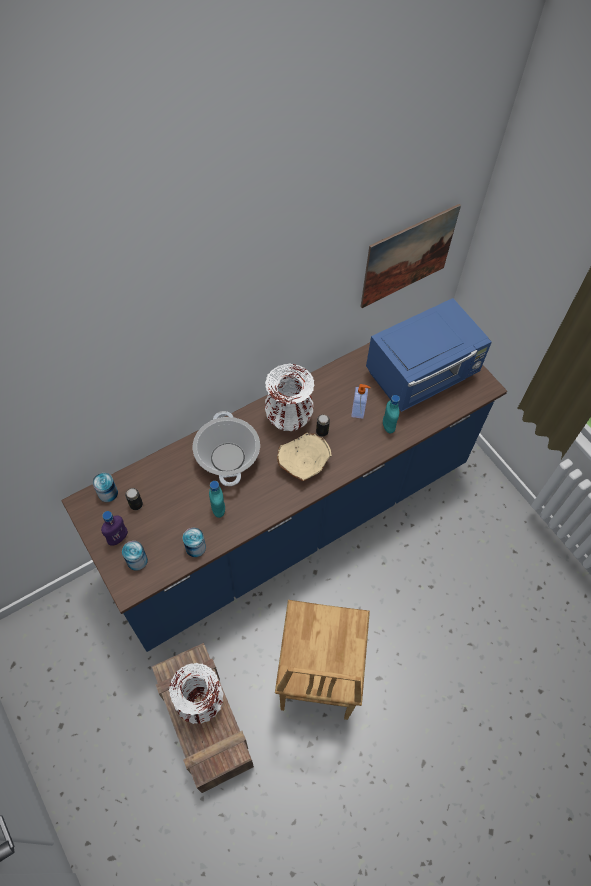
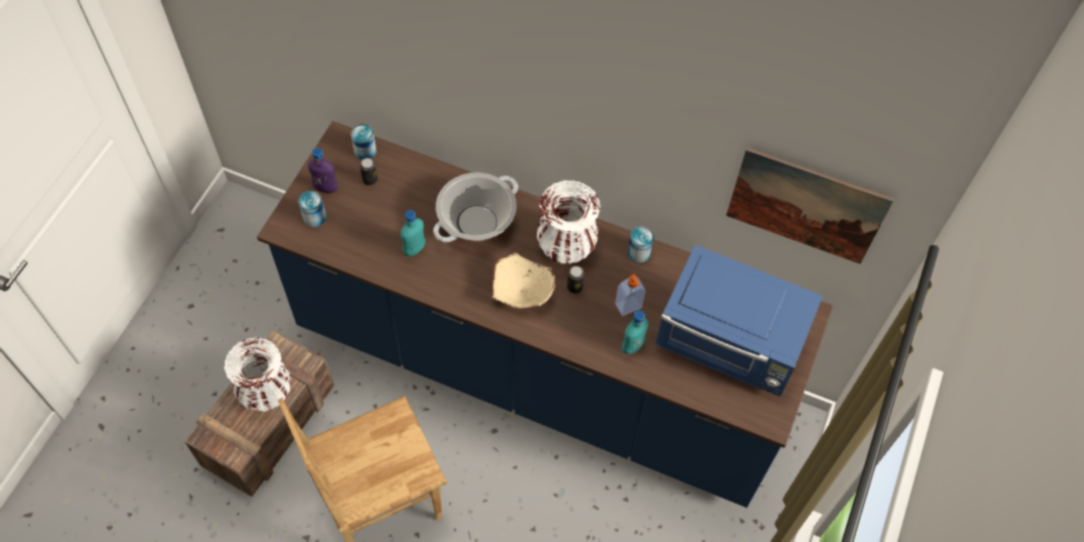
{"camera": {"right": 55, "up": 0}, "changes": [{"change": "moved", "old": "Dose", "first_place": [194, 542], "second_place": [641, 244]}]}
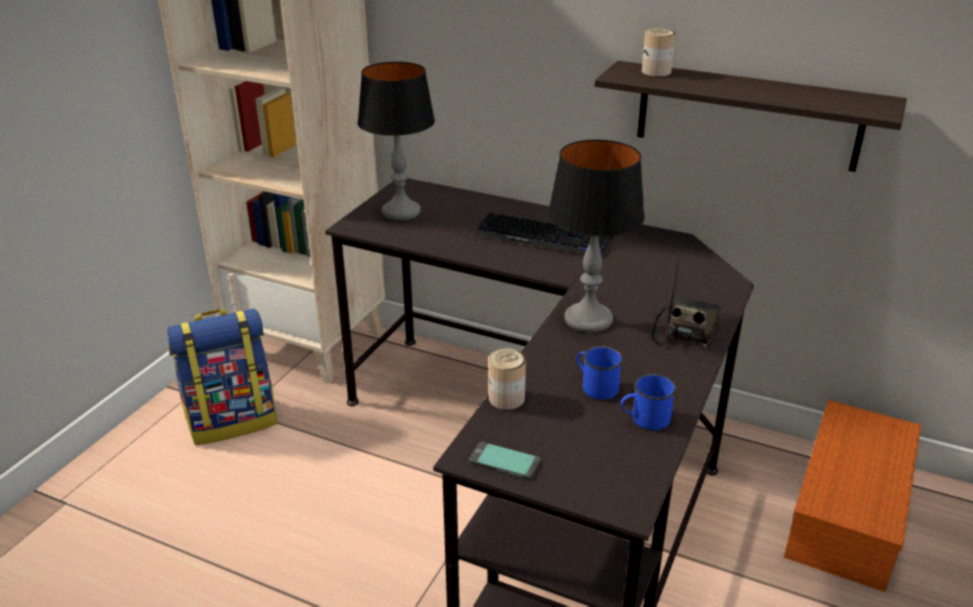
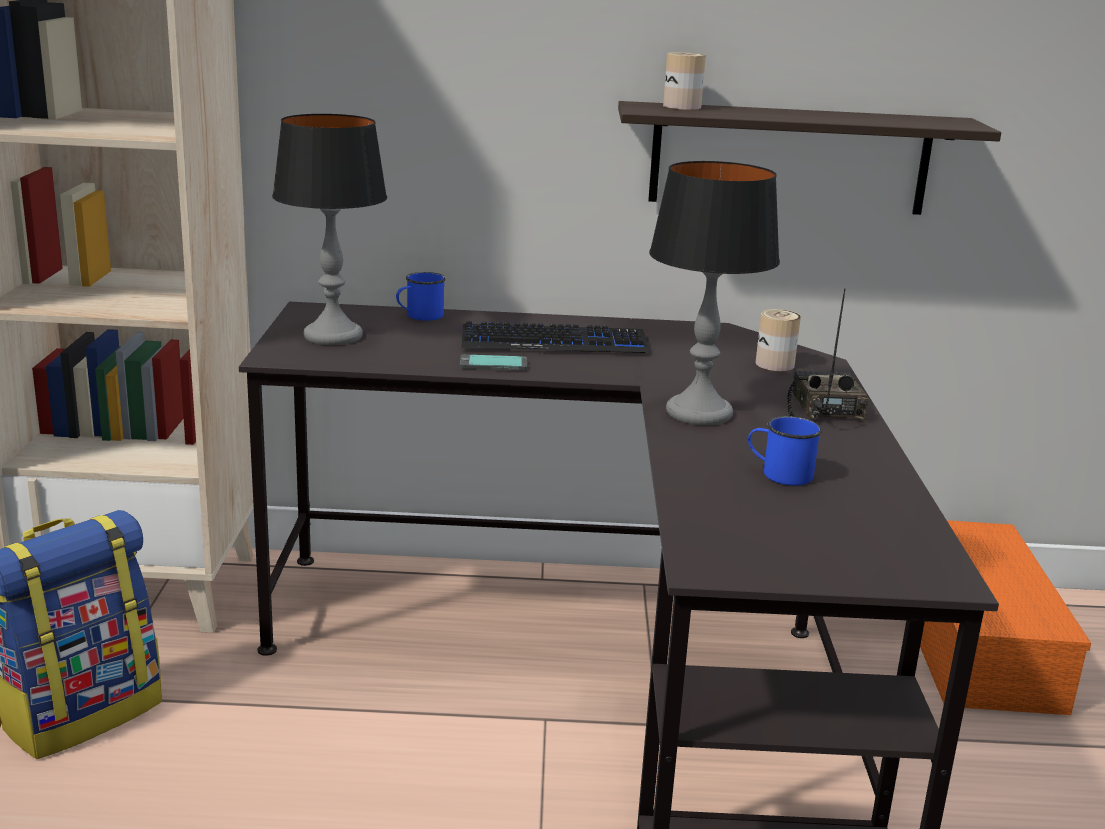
{"camera": {"right": -25, "up": -10}, "changes": [{"change": "moved", "old": "Dose", "first_place": [507, 379], "second_place": [778, 340]}, {"change": "moved", "old": "Henkelbecher (blau)", "first_place": [649, 402], "second_place": [421, 296]}, {"change": "moved", "old": "Handy", "first_place": [504, 461], "second_place": [493, 362]}]}
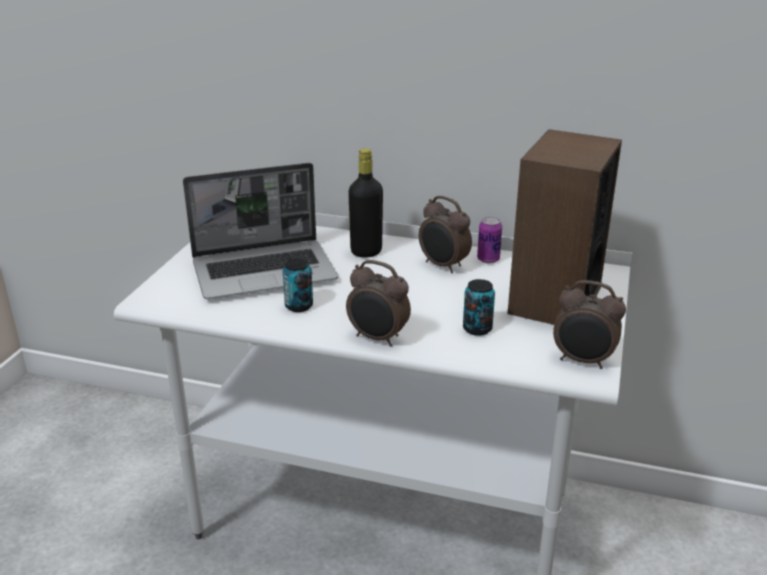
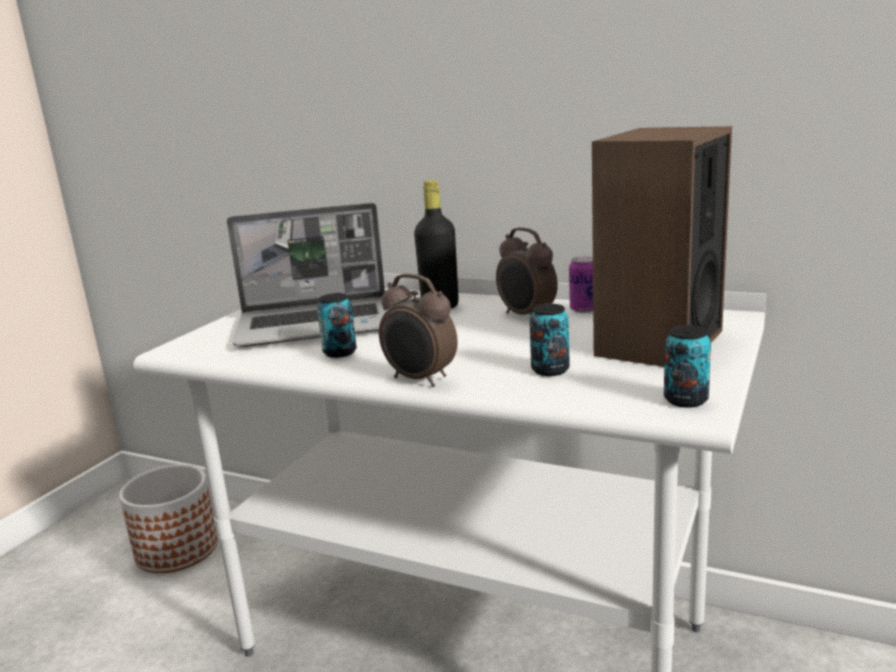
{"camera": {"right": 10, "up": -10}, "changes": [{"change": "replaced", "old": "Wecker", "new": "Dose", "first_place": [589, 324], "second_place": [687, 366]}, {"change": "added", "new": "Pflanzkübel", "second_place": [168, 518]}]}
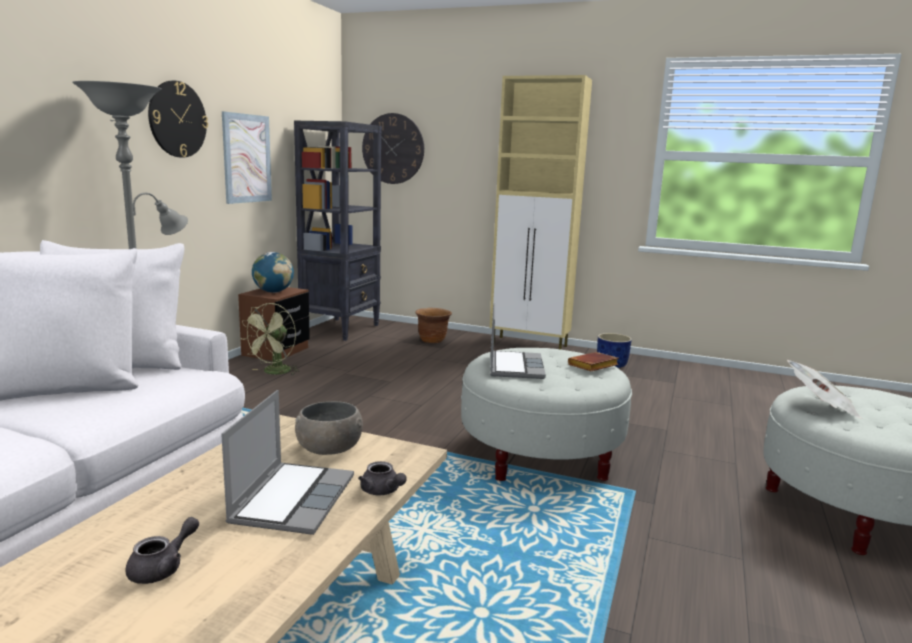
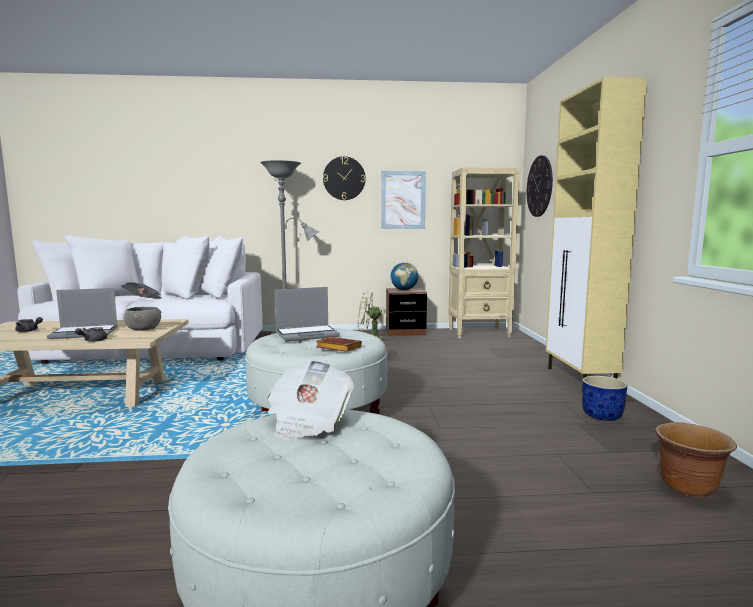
{"camera": {"right": 65, "up": -5}, "changes": [{"change": "recoloured", "old": "Bücherregal (schwarz)", "new": "Bücherregal (beige)", "first_place": [338, 231], "second_place": [484, 252]}, {"change": "moved", "old": "Pflanzkübel (braun)", "first_place": [433, 325], "second_place": [696, 459]}, {"change": "added", "new": "Zeitung", "second_place": [141, 290]}]}
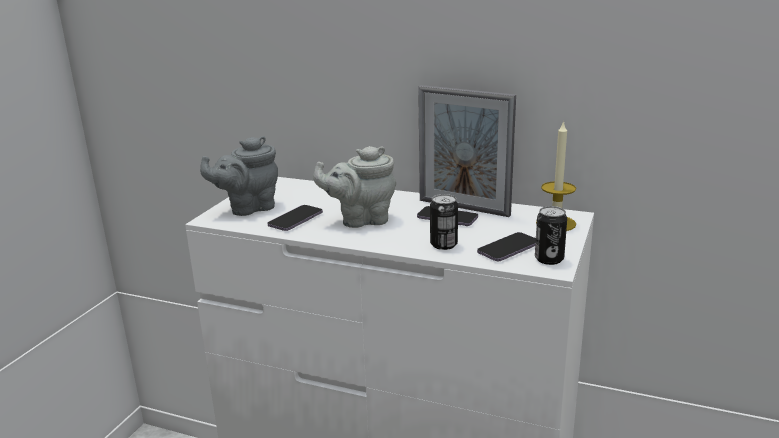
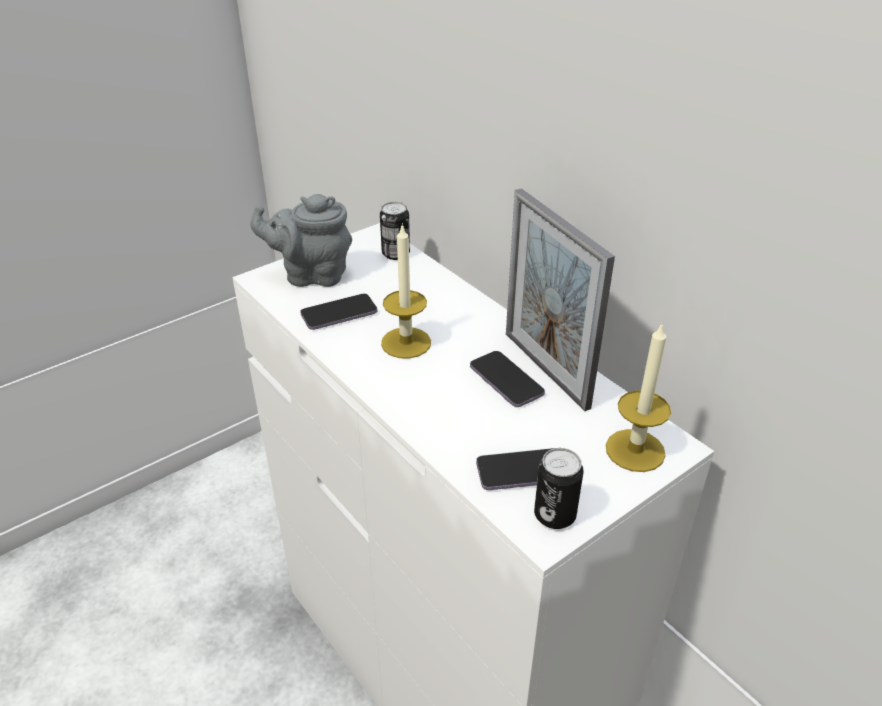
{"camera": {"right": 30, "up": 15}, "changes": [{"change": "replaced", "old": "Teekanne (grau)", "new": "Kerze", "first_place": [354, 187], "second_place": [406, 291]}, {"change": "moved", "old": "Dose", "first_place": [444, 222], "second_place": [395, 231]}]}
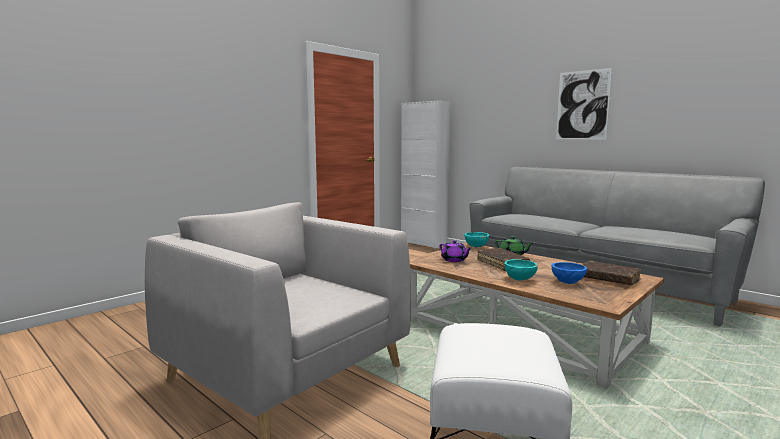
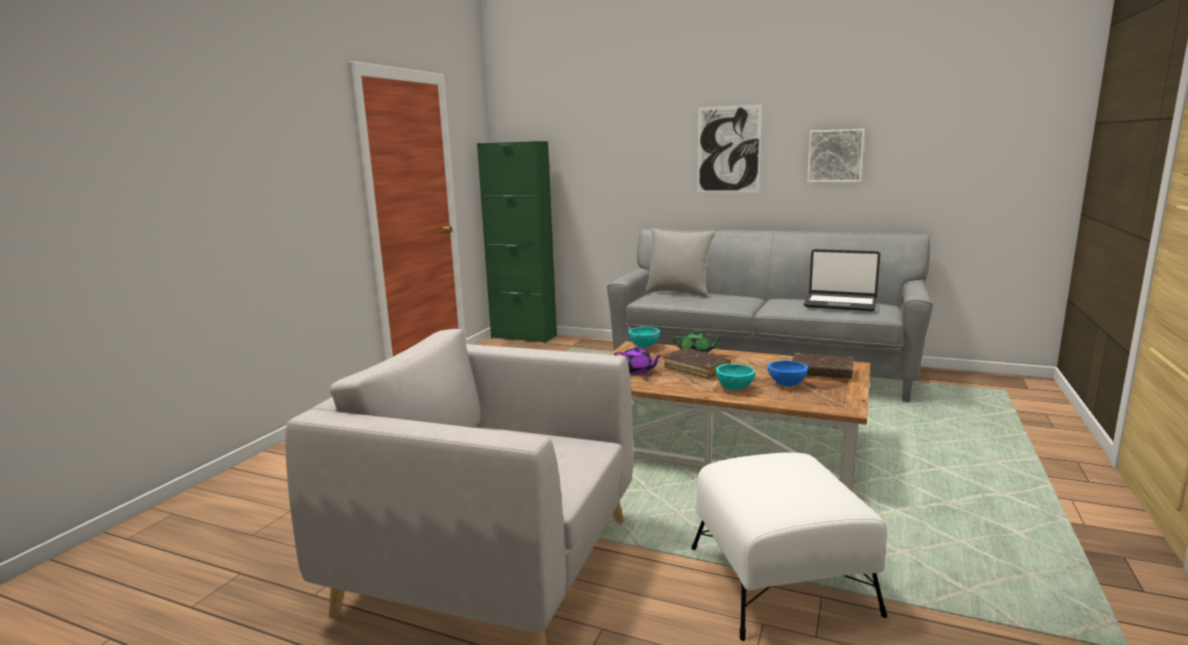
{"camera": {"right": -20, "up": 5}, "changes": [{"change": "recoloured", "old": "Schrank (weiß)", "new": "Schrank (grün)", "first_place": [425, 174], "second_place": [517, 242]}, {"change": "added", "new": "Bild", "second_place": [836, 156]}, {"change": "added", "new": "Kissen (grau)", "second_place": [680, 262]}, {"change": "added", "new": "Laptop", "second_place": [842, 280]}]}
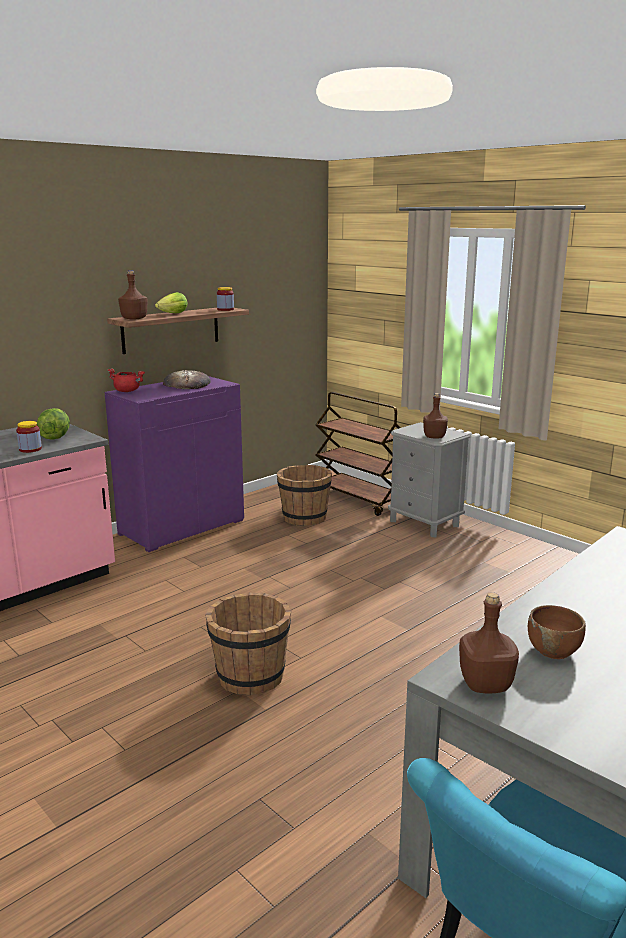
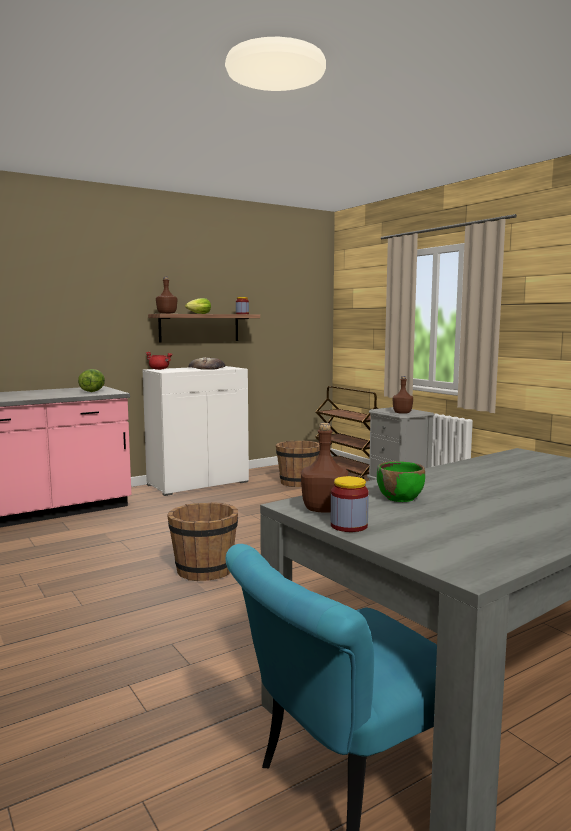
{"camera": {"right": 10, "up": -10}, "changes": [{"change": "recoloured", "old": "Schrank (lila)", "new": "Schrank (weiß)", "first_place": [174, 464], "second_place": [196, 431]}, {"change": "moved", "old": "Vorratsglas", "first_place": [29, 437], "second_place": [350, 504]}, {"change": "recoloured", "old": "Schüssel (braun)", "new": "Schüssel (grün)", "first_place": [557, 632], "second_place": [401, 481]}]}
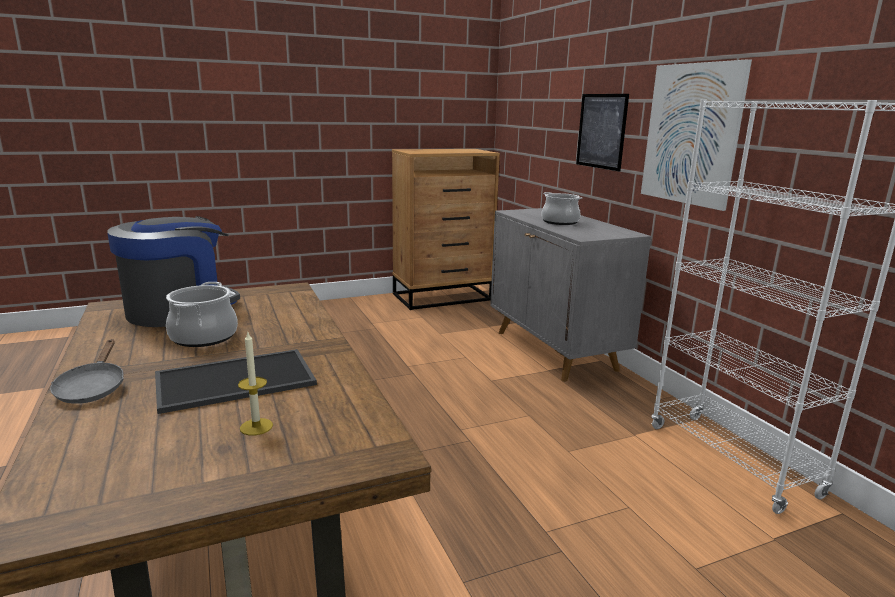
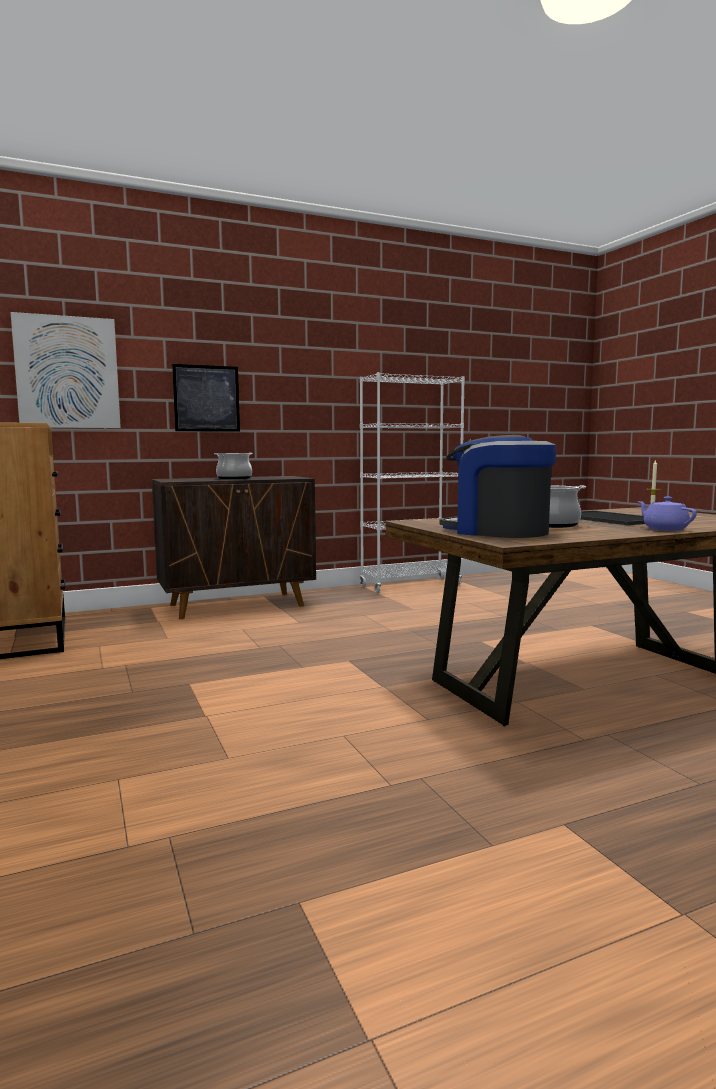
{"camera": {"right": -90, "up": -10}, "changes": [{"change": "moved", "old": "Bild", "first_place": [696, 135], "second_place": [66, 370]}, {"change": "recoloured", "old": "Schrank (grau)", "new": "Schrank (braun)", "first_place": [571, 295], "second_place": [234, 547]}, {"change": "replaced", "old": "Pfanne (grau)", "new": "Teekanne (lila)", "first_place": [87, 371], "second_place": [667, 514]}]}
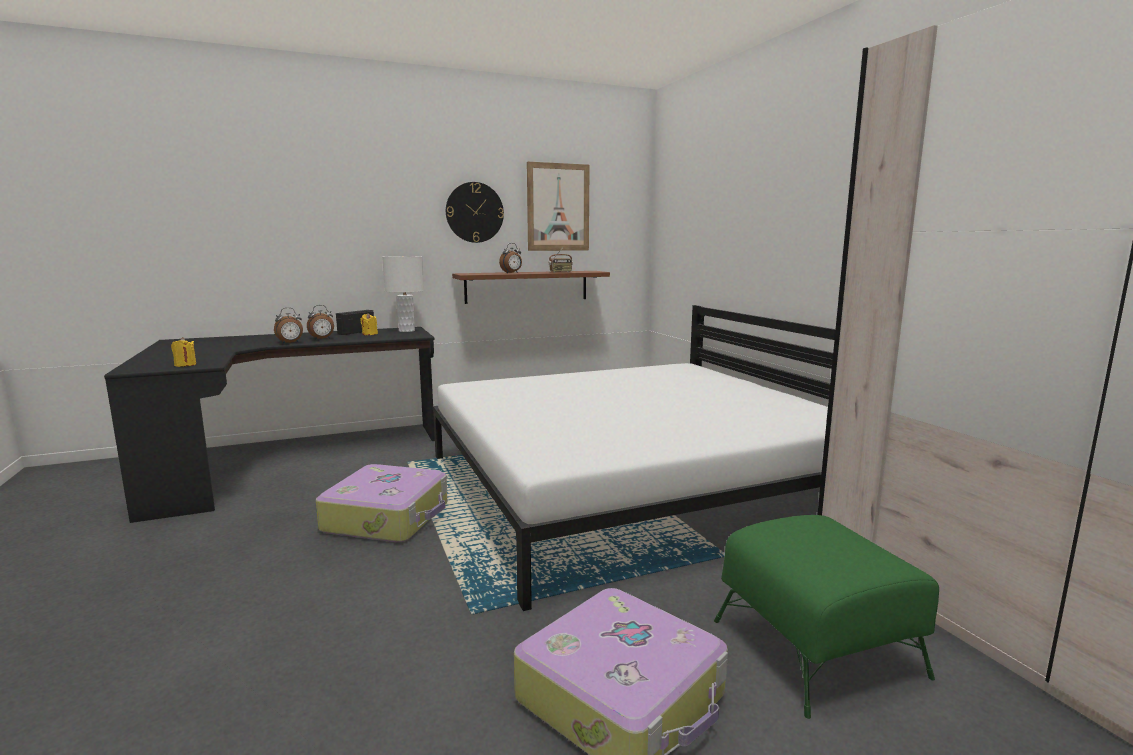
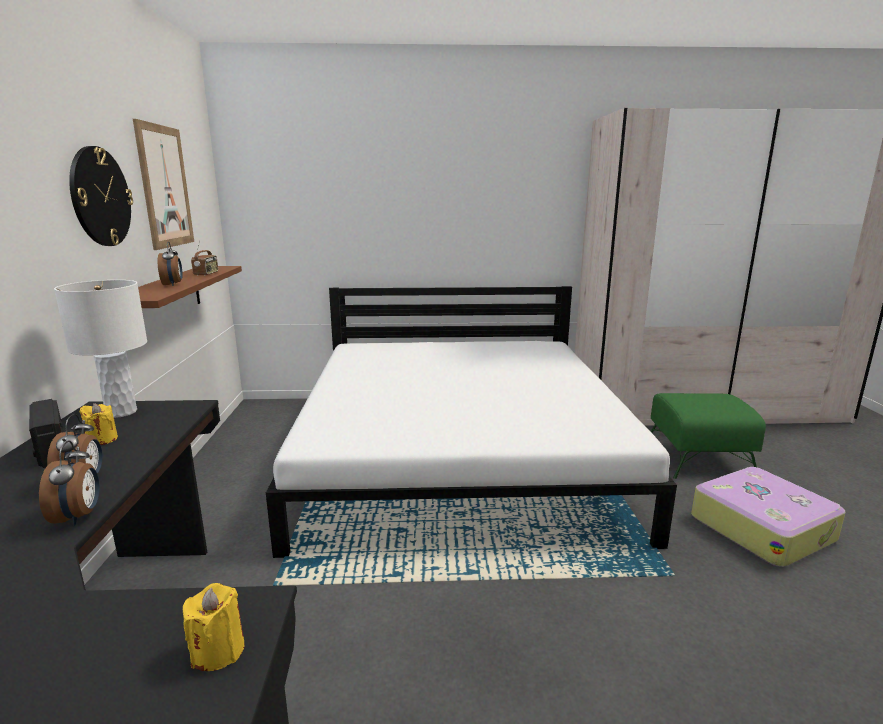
{"camera": {"right": -70, "up": 5}, "changes": [{"change": "removed", "old": "Koffer", "first_place": [381, 503]}]}
